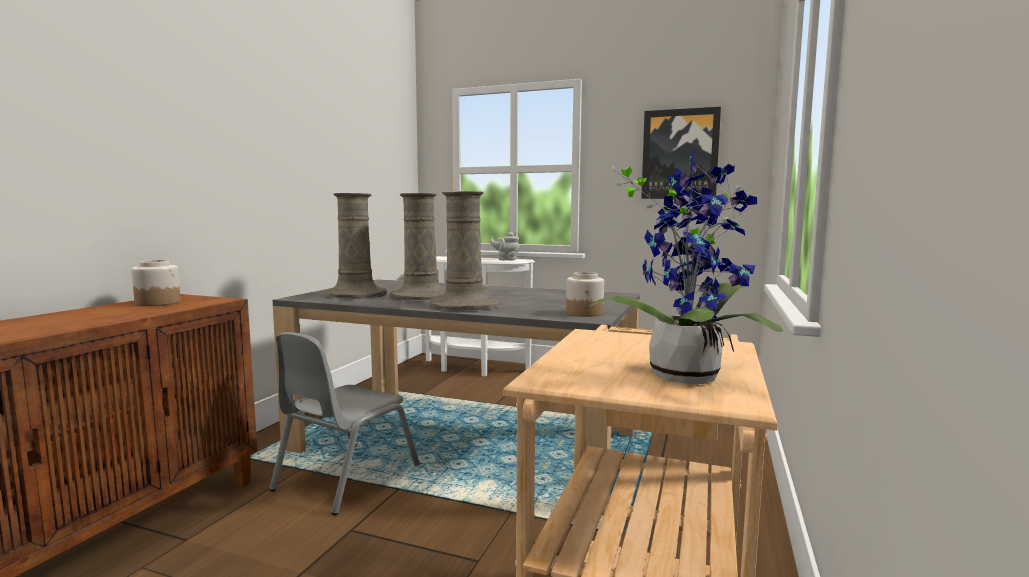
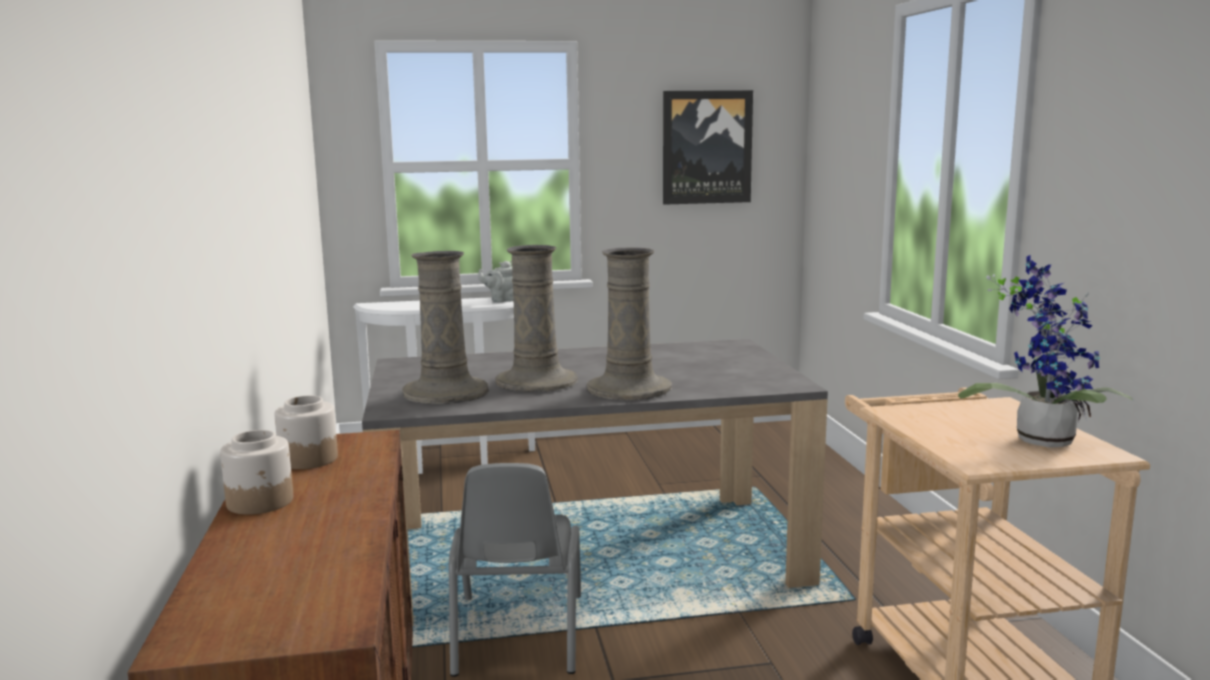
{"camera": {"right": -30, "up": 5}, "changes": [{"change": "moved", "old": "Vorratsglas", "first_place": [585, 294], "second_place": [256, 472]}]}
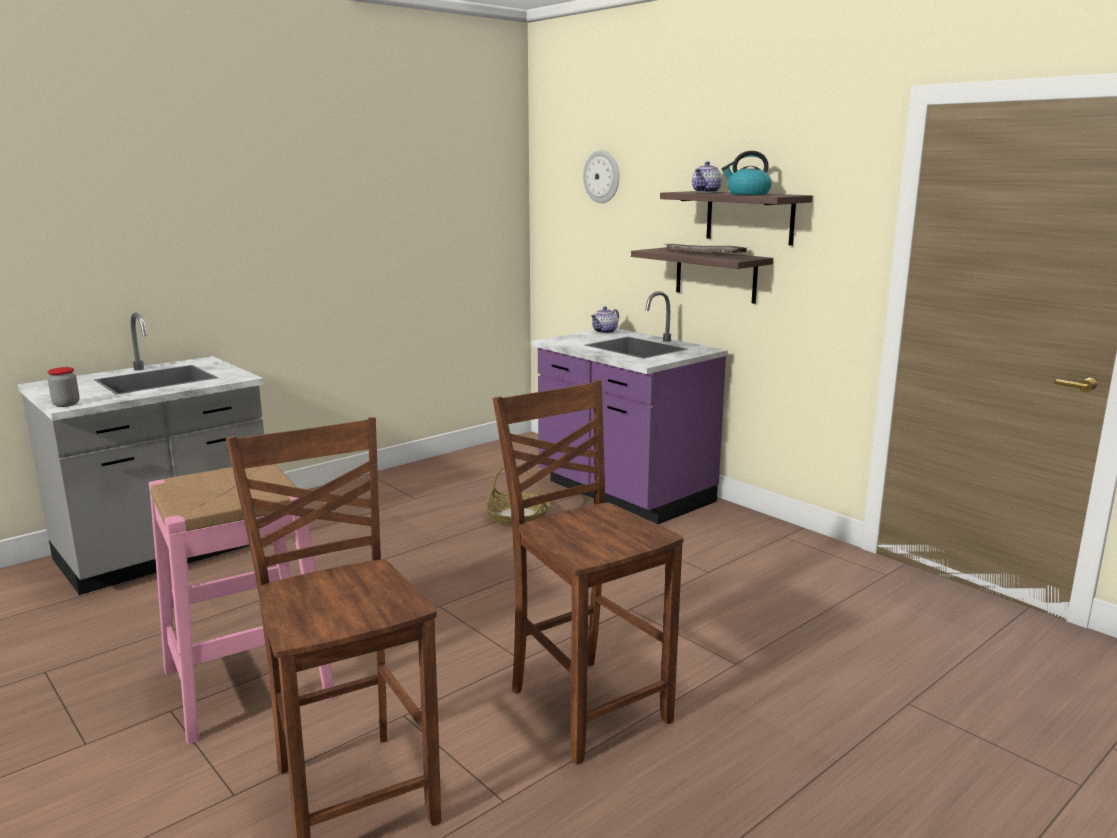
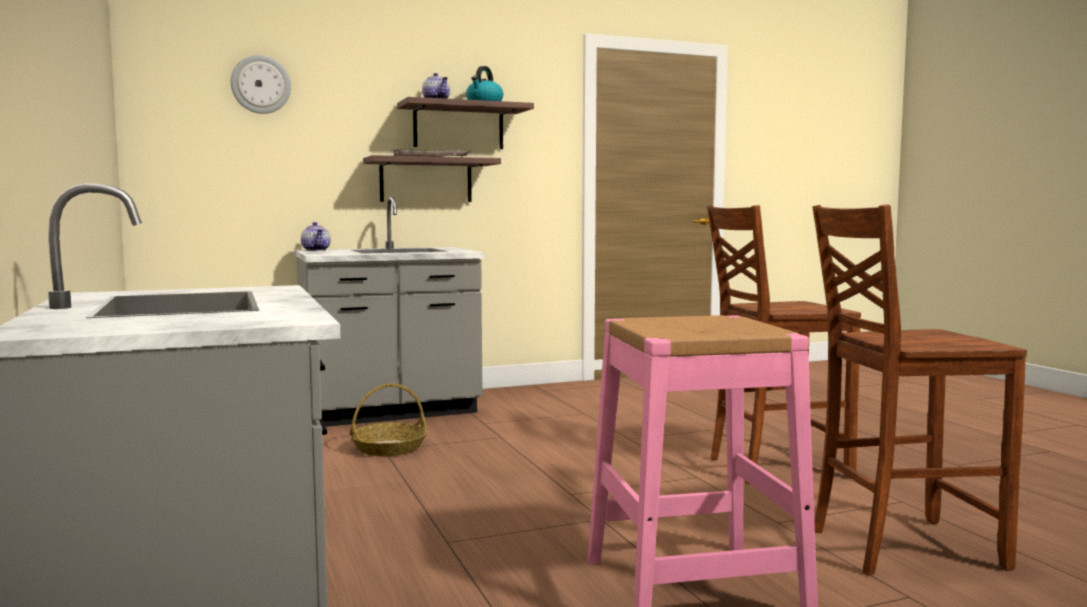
{"camera": {"right": -70, "up": -10}, "changes": [{"change": "recoloured", "old": "Küchenzeile (lila)", "new": "Küchenzeile (grau)", "first_place": [629, 407], "second_place": [389, 312]}, {"change": "removed", "old": "Vorratsglas", "first_place": [63, 387]}]}
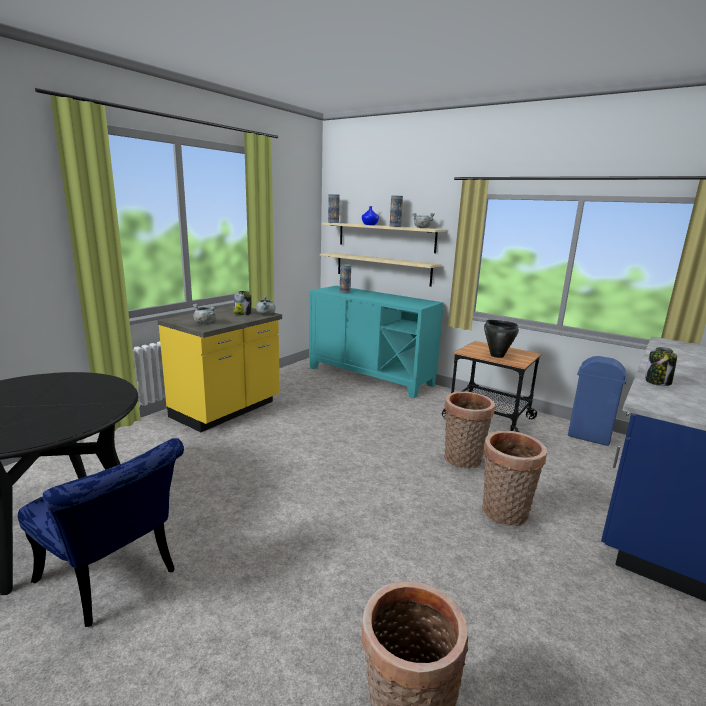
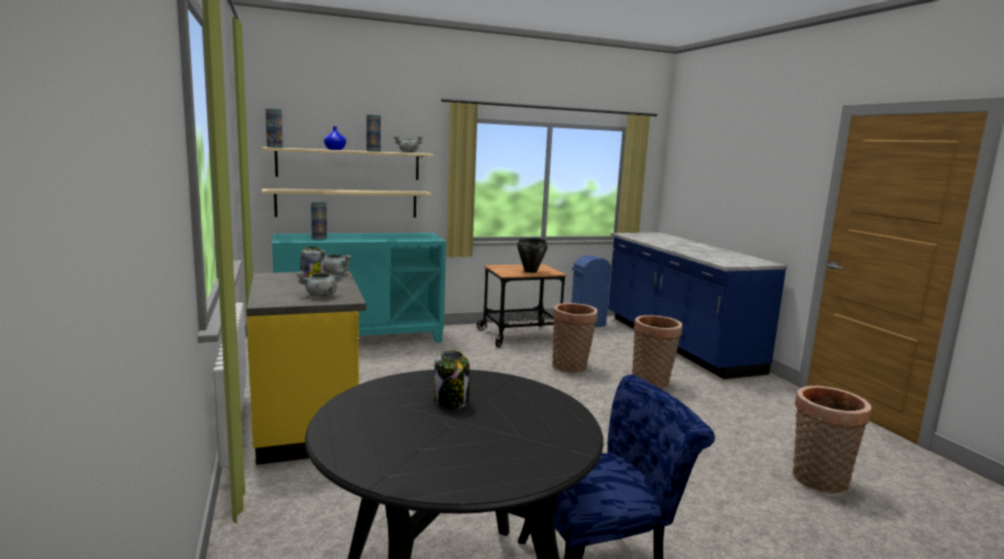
{"camera": {"right": -55, "up": -5}, "changes": [{"change": "moved", "old": "Vorratsglas", "first_place": [661, 366], "second_place": [452, 379]}]}
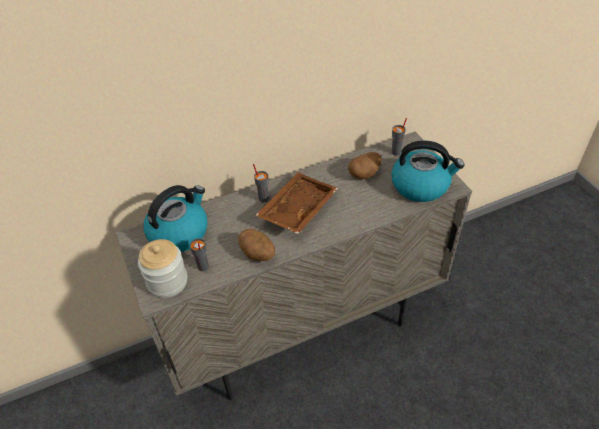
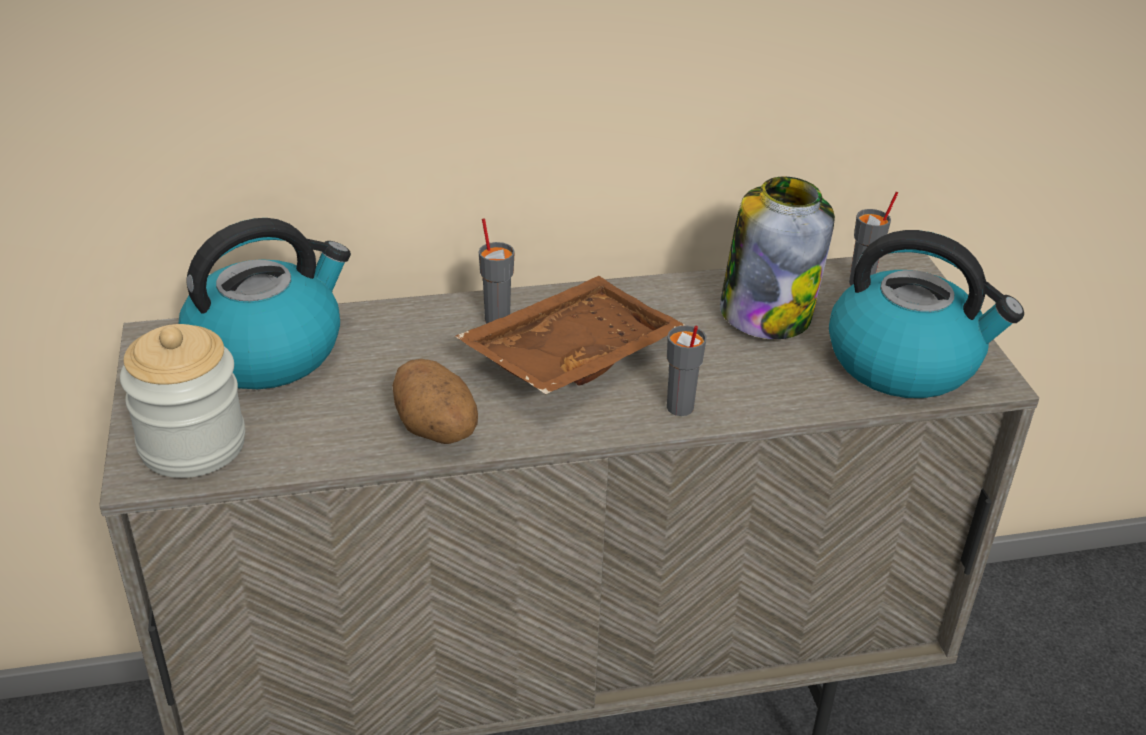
{"camera": {"right": 10, "up": -10}, "changes": [{"change": "replaced", "old": "Kartoffel", "new": "Vorratsglas", "first_place": [365, 165], "second_place": [777, 258]}, {"change": "moved", "old": "Tasse (grau)", "first_place": [199, 254], "second_place": [687, 370]}]}
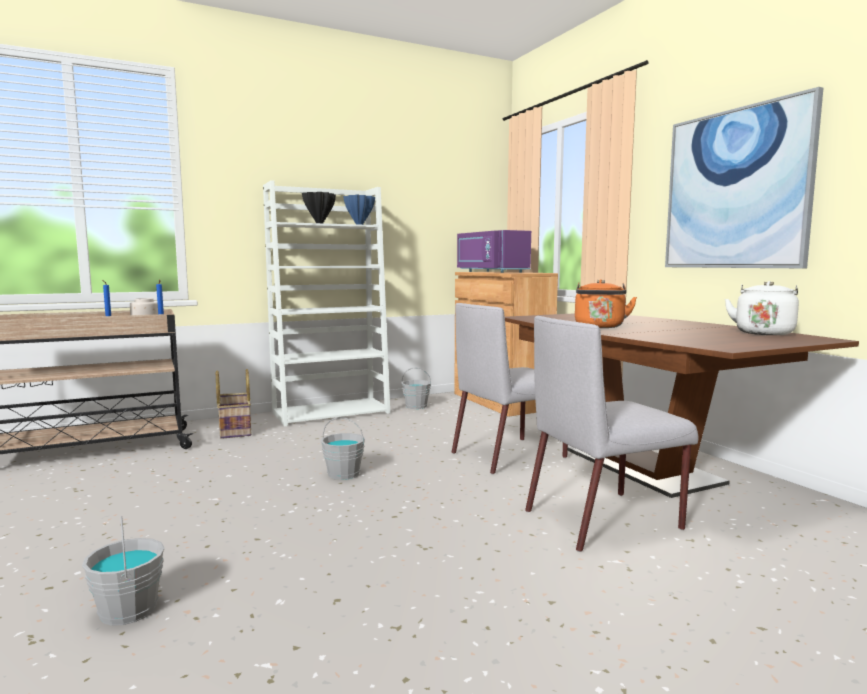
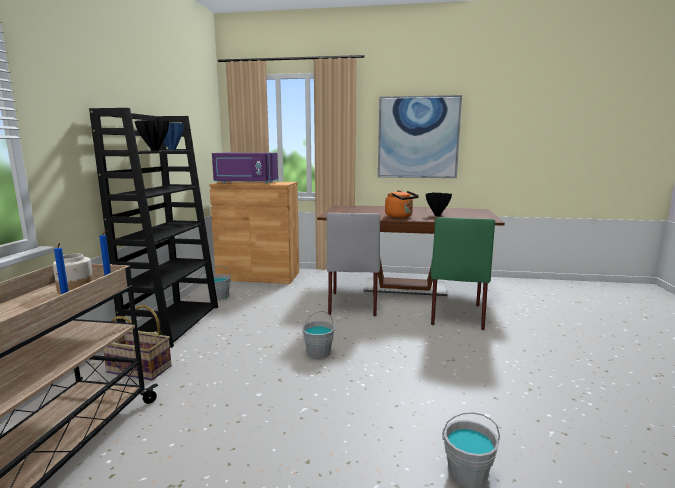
{"camera": {"right": -55, "up": 5}, "changes": [{"change": "recoloured", "old": "Bücherregal (weiß)", "new": "Bücherregal (schwarz)", "first_place": [327, 303], "second_place": [153, 228]}, {"change": "removed", "old": "Wasserkessel (weiß)", "first_place": [762, 308]}, {"change": "recoloured", "old": "Stuhl (grau)", "new": "Stuhl (grün)", "first_place": [611, 434], "second_place": [463, 273]}, {"change": "added", "new": "Vase (schwarz)", "second_place": [439, 204]}]}
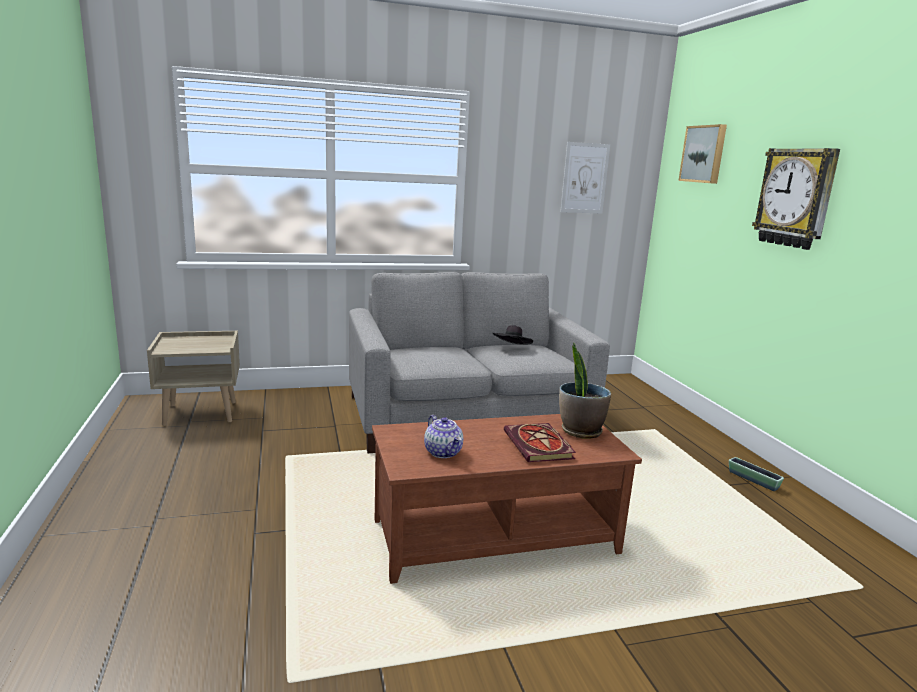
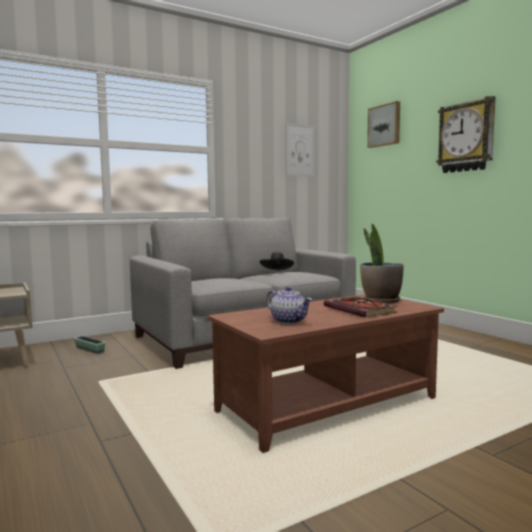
{"camera": {"right": -15, "up": -10}, "changes": [{"change": "moved", "old": "Pflanzkübel", "first_place": [756, 474], "second_place": [90, 345]}]}
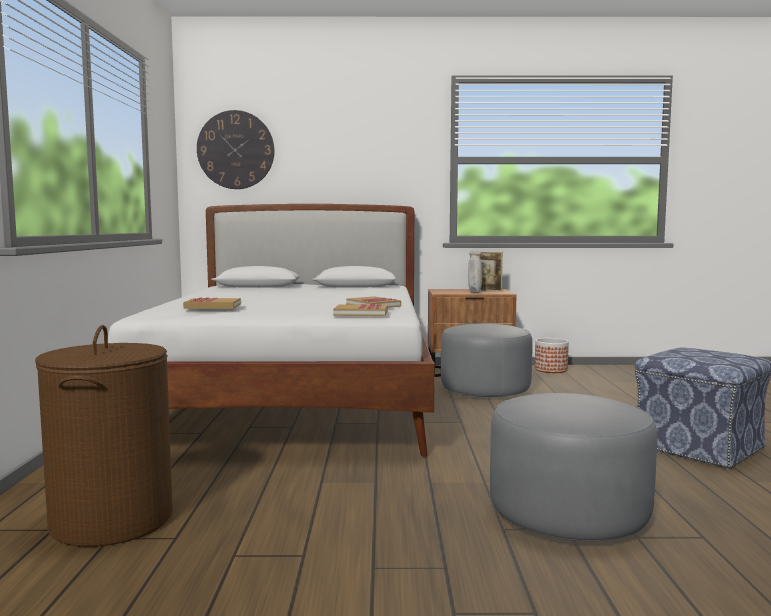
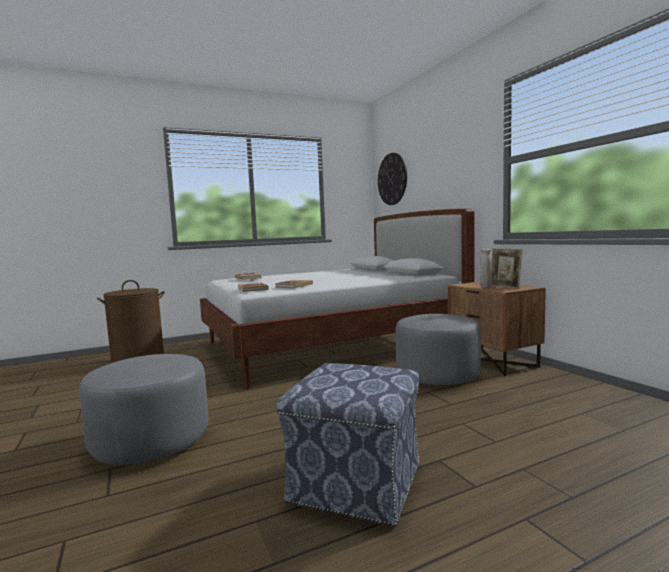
{"camera": {"right": 65, "up": 0}, "changes": [{"change": "removed", "old": "Pflanzkübel", "first_place": [552, 355]}]}
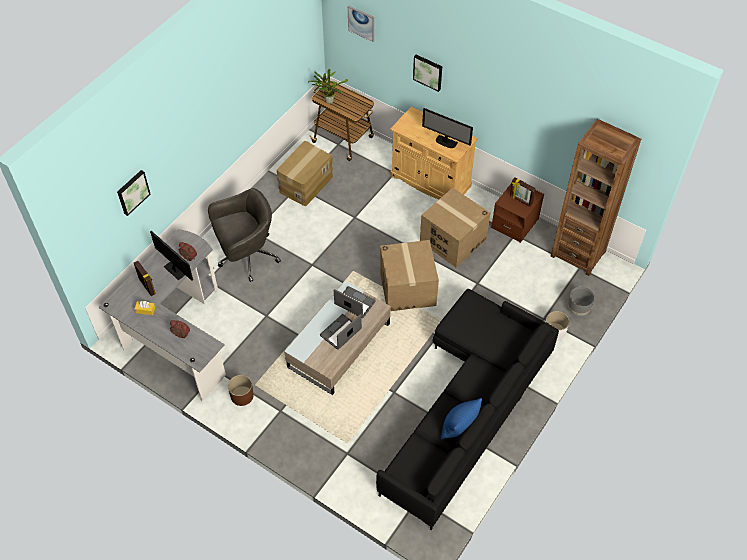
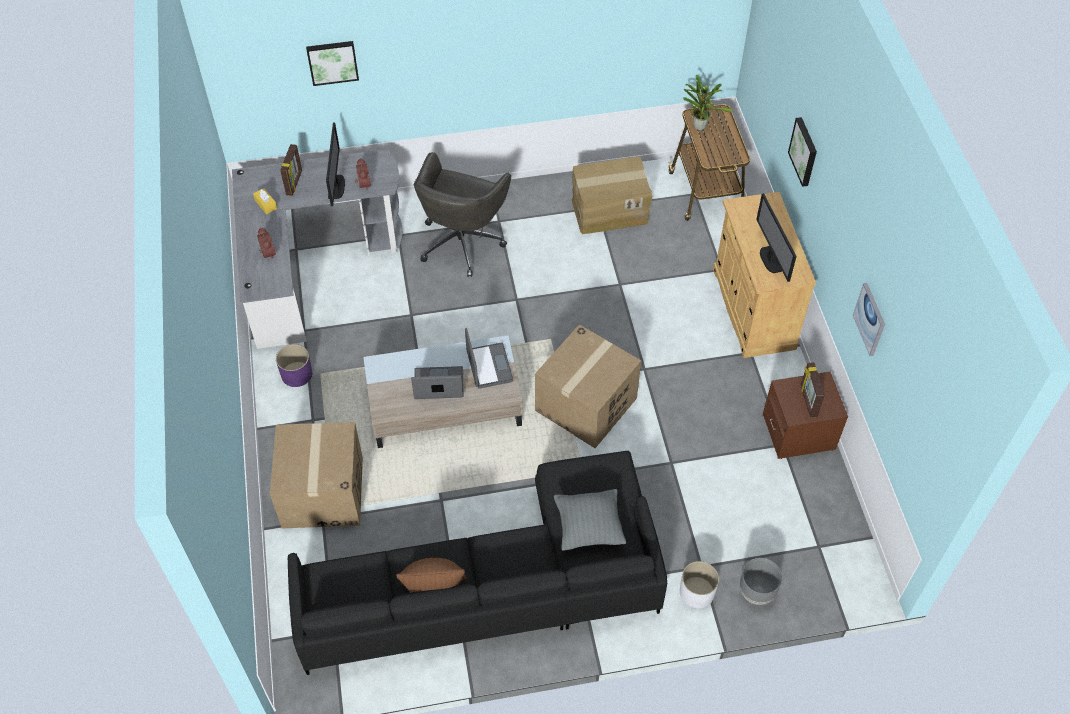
{"camera": {"right": 45, "up": 0}, "changes": [{"change": "moved", "old": "Bild", "first_place": [361, 24], "second_place": [869, 319]}, {"change": "removed", "old": "Bücherregal (braun)", "first_place": [596, 197]}, {"change": "turned", "old": "Bürostuhl (grau)", "first_place": [244, 235], "second_place": [462, 214], "degrees": 90}, {"change": "moved", "old": "Karton", "first_place": [455, 227], "second_place": [316, 475]}, {"change": "recoloured", "old": "Pflanzkübel (braun)", "new": "Pflanzkübel (lila)", "first_place": [241, 390], "second_place": [294, 365]}, {"change": "recoloured", "old": "Kissen (blau)", "new": "Kissen (braun)", "first_place": [461, 418], "second_place": [431, 575]}, {"change": "added", "new": "Kissen (grau)", "second_place": [590, 520]}]}
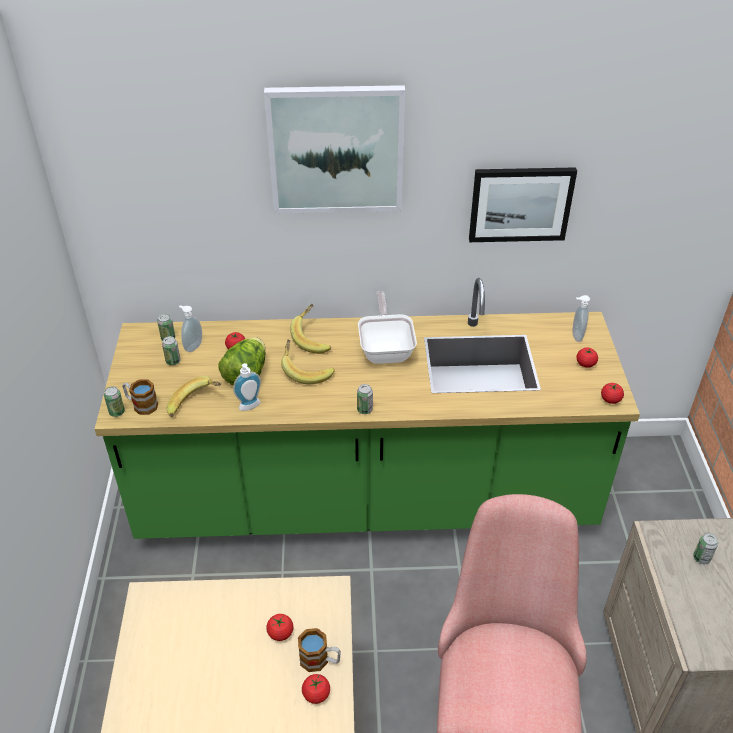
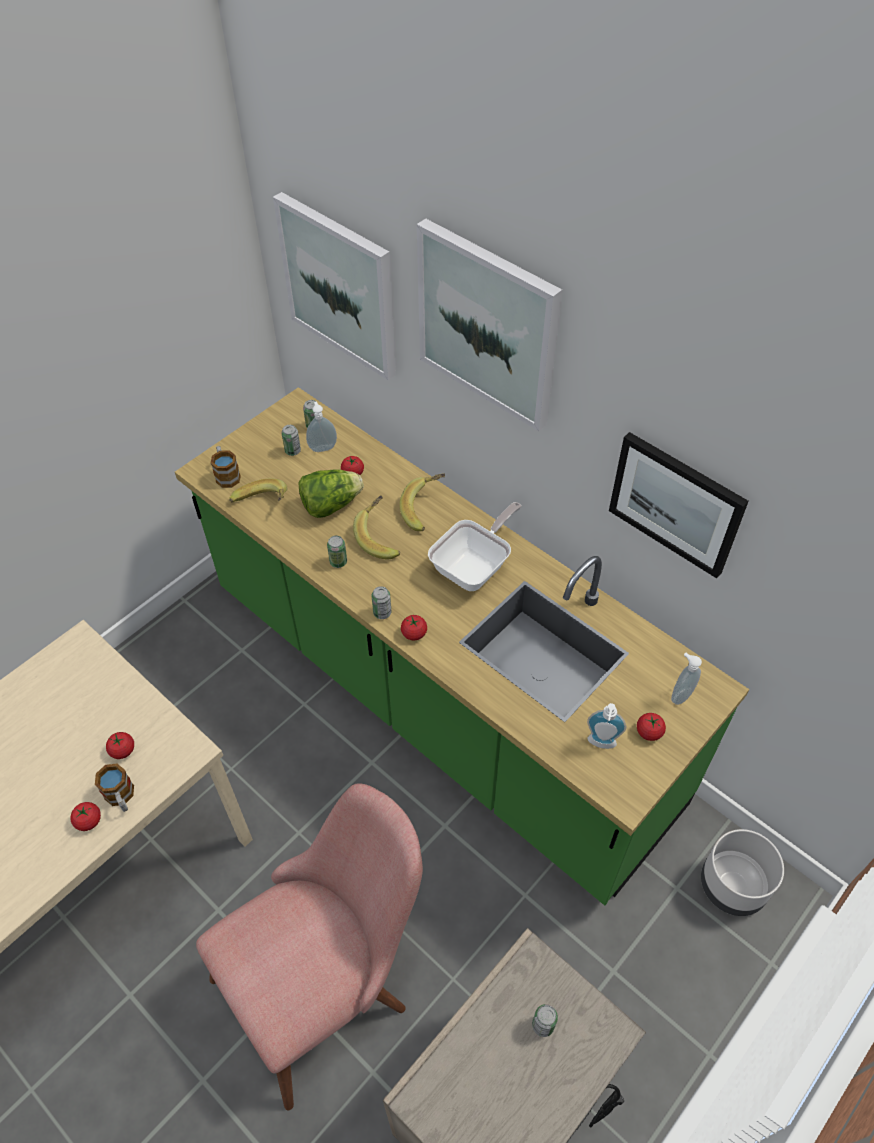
{"camera": {"right": 45, "up": 10}, "changes": [{"change": "moved", "old": "Seifenspender", "first_place": [247, 387], "second_place": [606, 726]}, {"change": "moved", "old": "Tomate", "first_place": [612, 393], "second_place": [414, 627]}, {"change": "moved", "old": "Dose", "first_place": [114, 401], "second_place": [337, 552]}, {"change": "added", "new": "Bild", "second_place": [334, 286]}, {"change": "added", "new": "Pflanzkübel (grau)", "second_place": [742, 872]}]}
